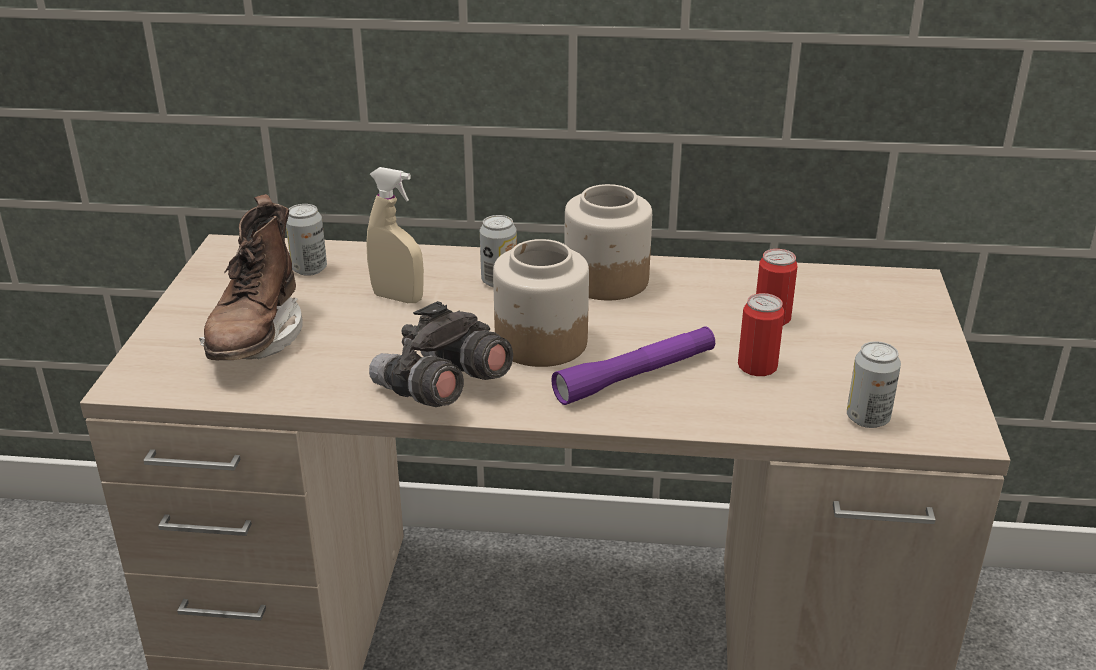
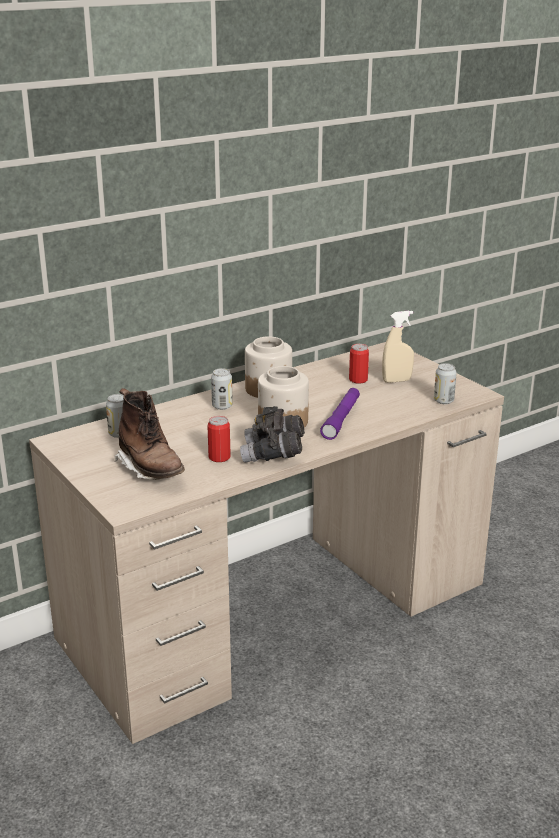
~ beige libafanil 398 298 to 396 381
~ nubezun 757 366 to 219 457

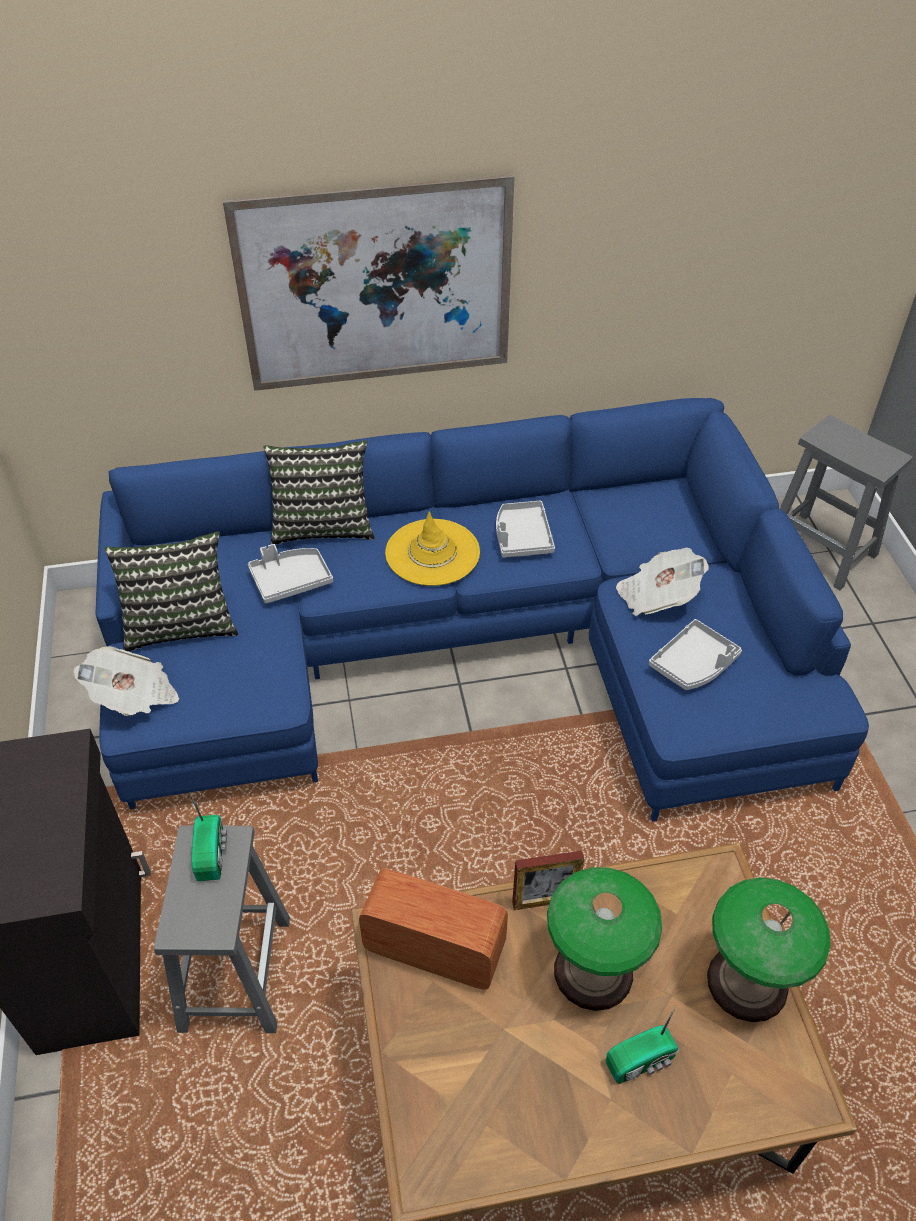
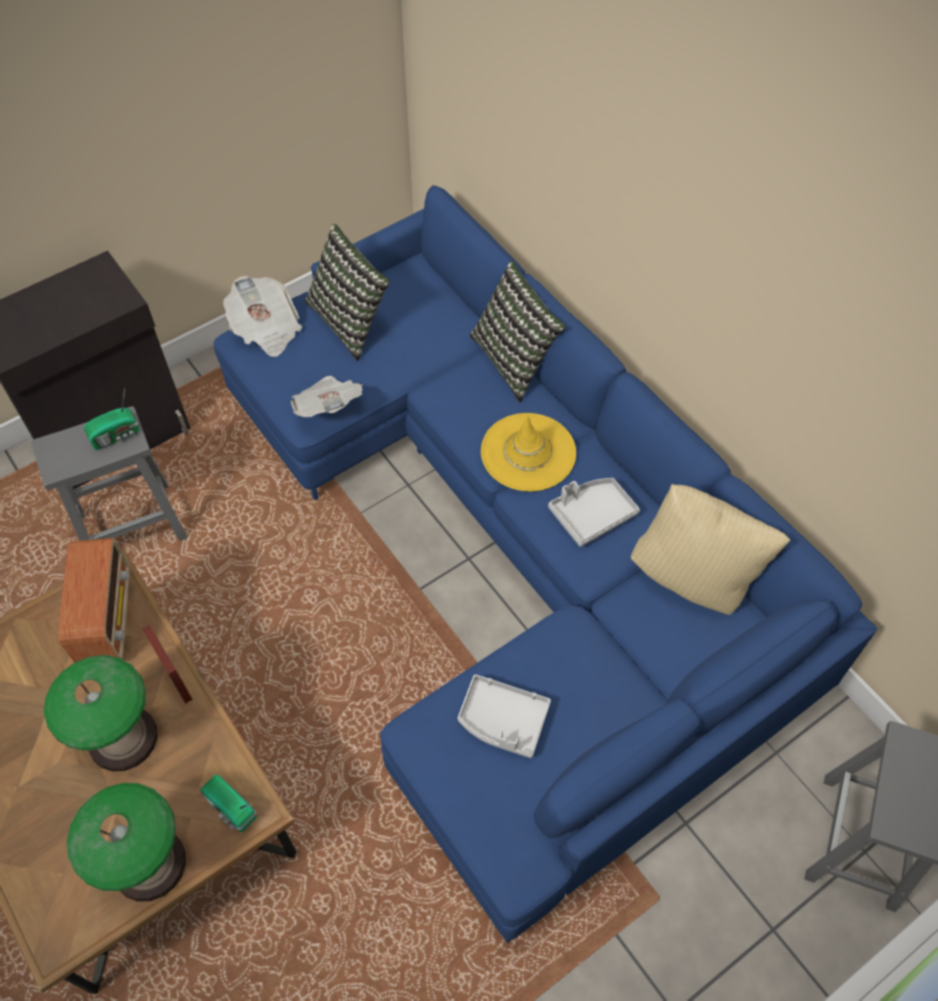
- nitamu 376 286
- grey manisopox 290 580
~ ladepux 642 1061 to 231 809
~ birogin 657 596 to 328 408
+ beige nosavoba 694 578

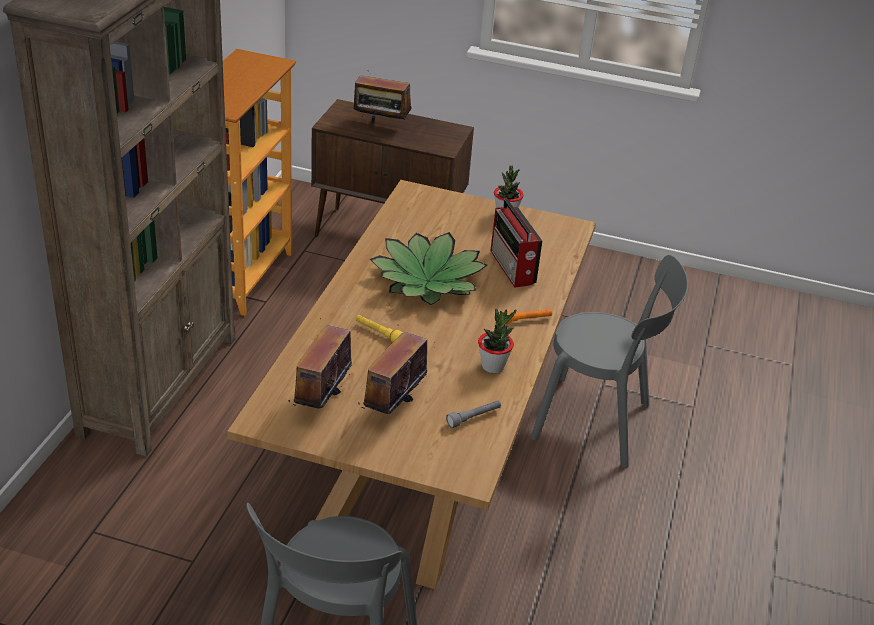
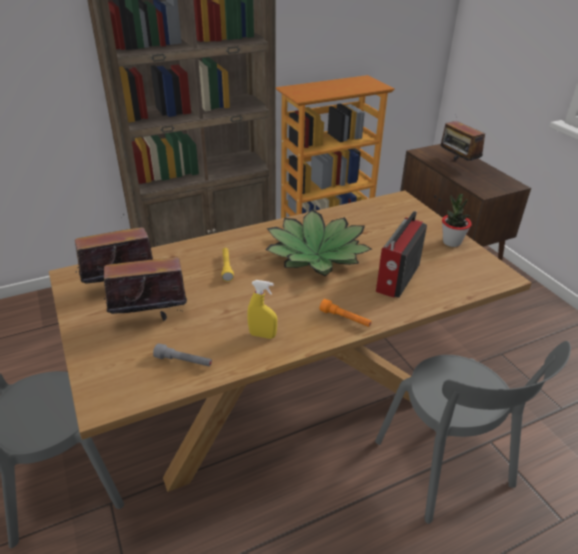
~ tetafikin 493 366 to yellow libafanil 262 335

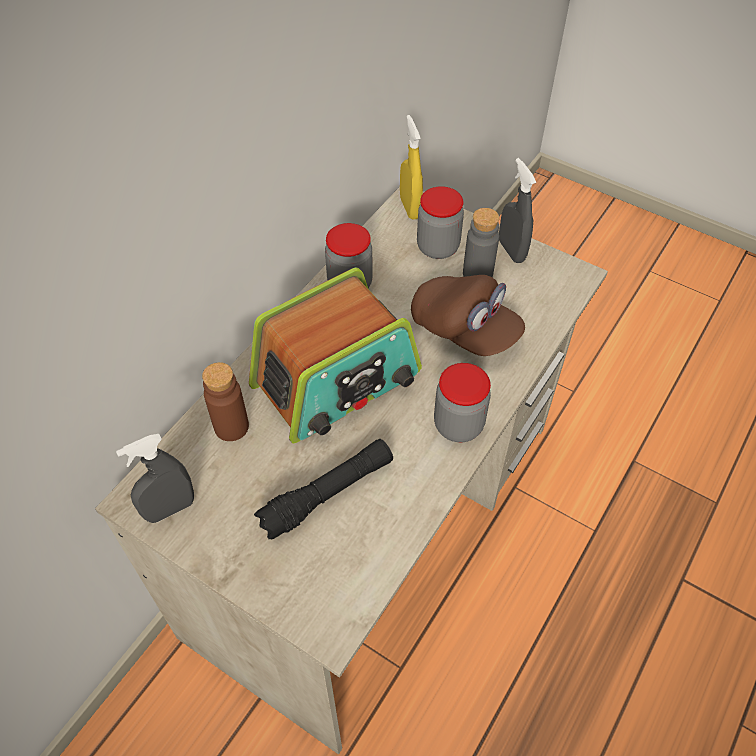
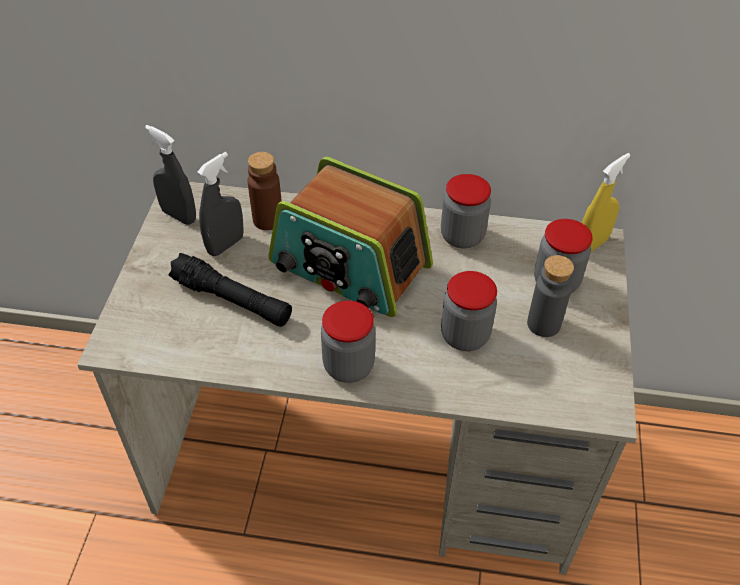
~ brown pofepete 464 329 to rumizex 465 336
~ grey libafanil 511 251 to 225 245

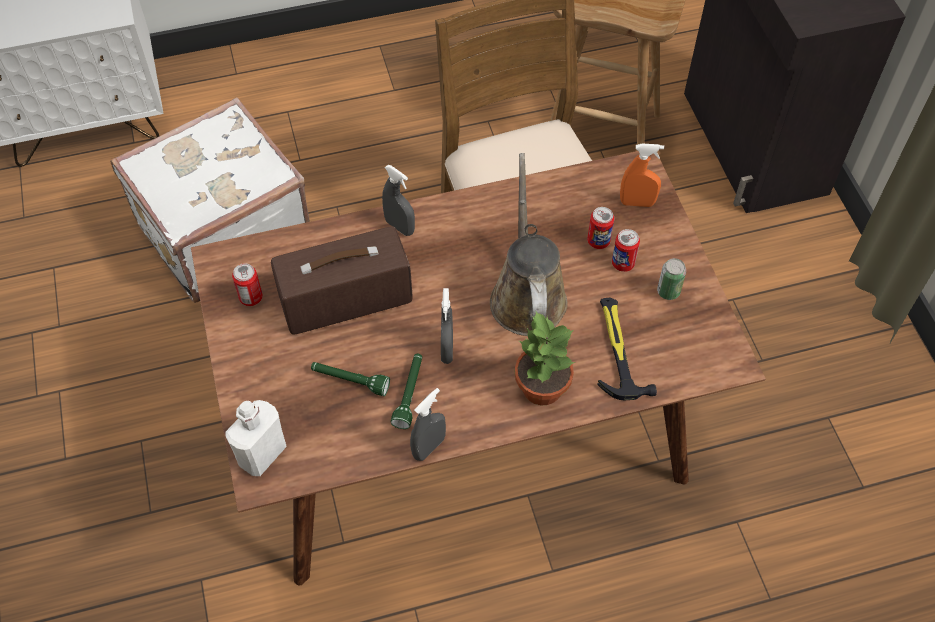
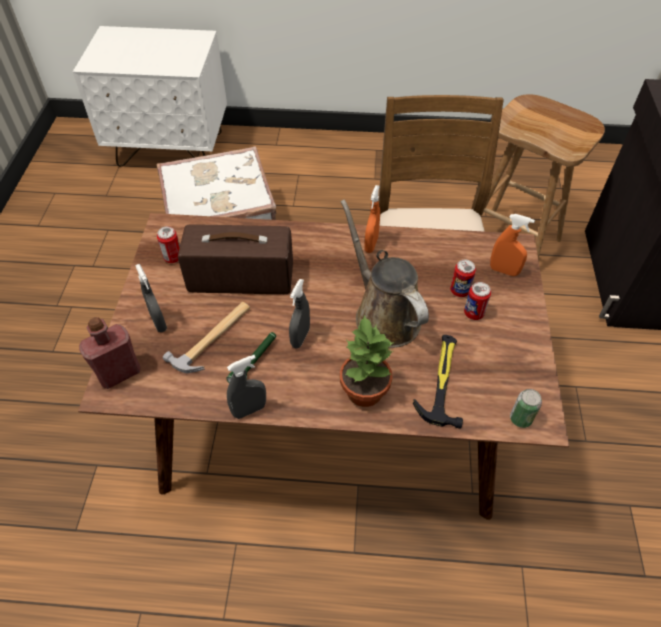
~ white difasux 262 454 to red difasux 119 373
~ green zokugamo 350 381 to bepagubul 213 338
~ grey libafanil 399 227 to 158 322
~ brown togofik 527 295 = 383 315 45 degrees counterclockwise
~ nubezun 668 291 to 520 418
+ orange libafanil 371 244

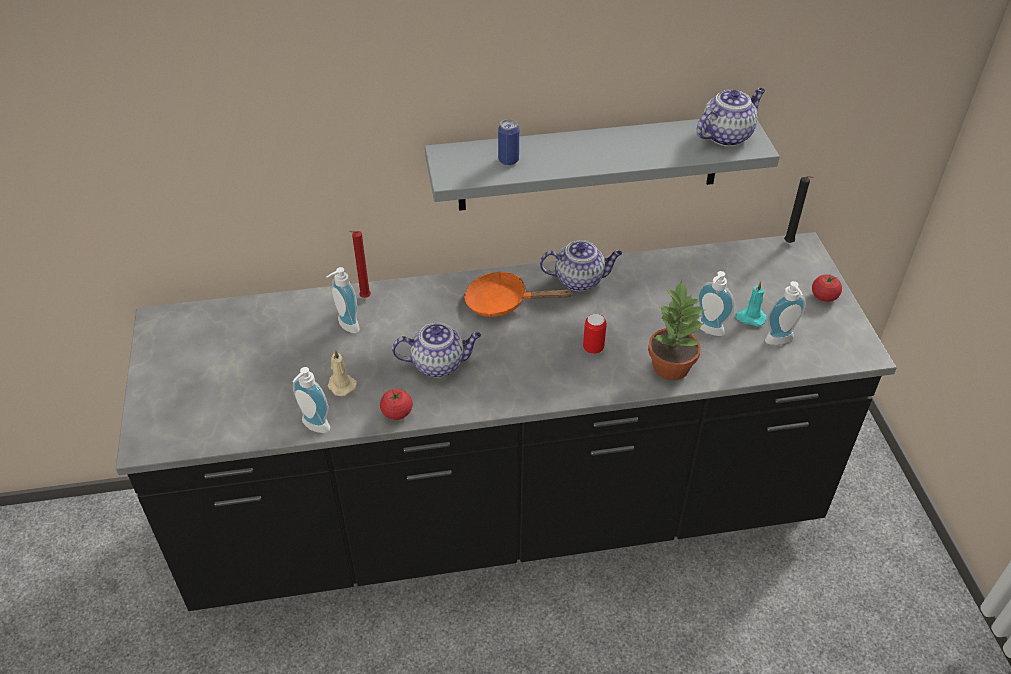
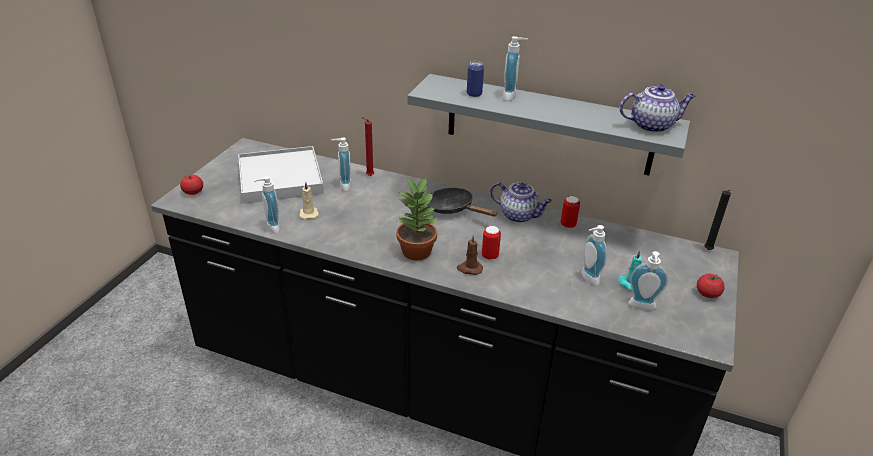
~ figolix 397 413 to 193 192
- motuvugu 439 364
~ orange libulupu 503 302 to black libulupu 453 209
~ tetafikin 670 366 to 416 251
+ white manisopox 280 178
+ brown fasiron 469 269
+ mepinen 512 96
+ nubezun 568 225

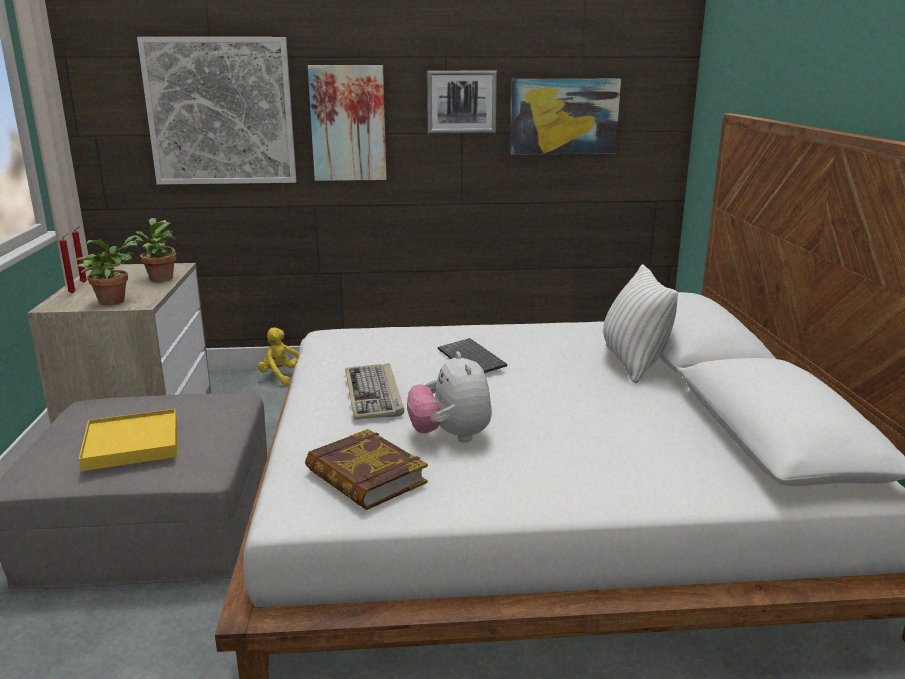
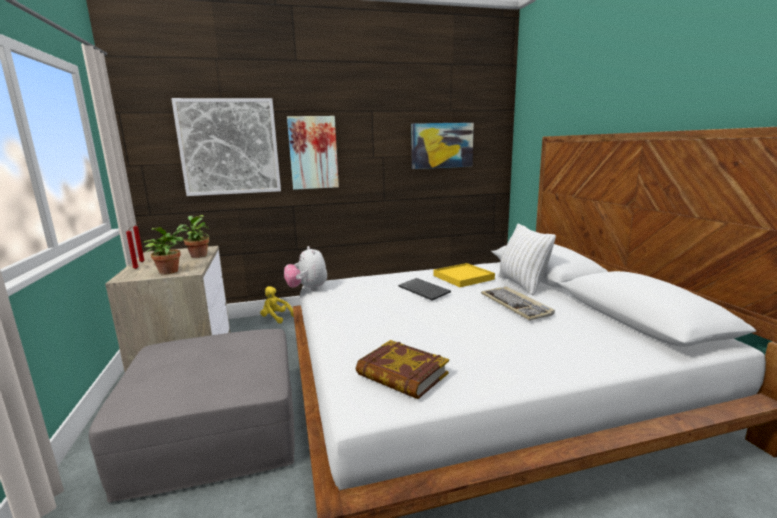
~ yellow manisopox 132 444 to 463 277
~ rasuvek 374 395 to 516 305
~ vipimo 451 436 to 307 289
- nitamu 461 102

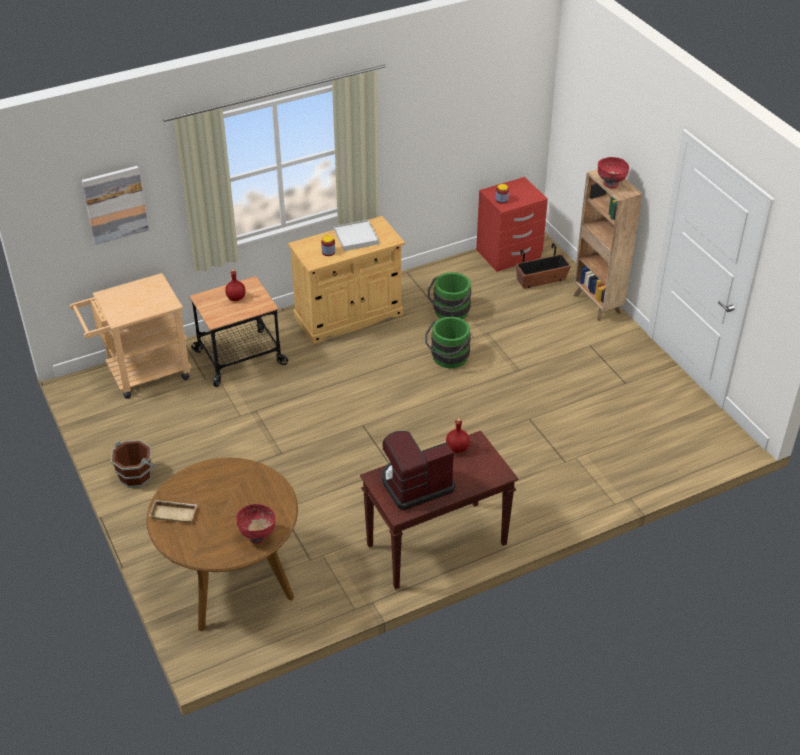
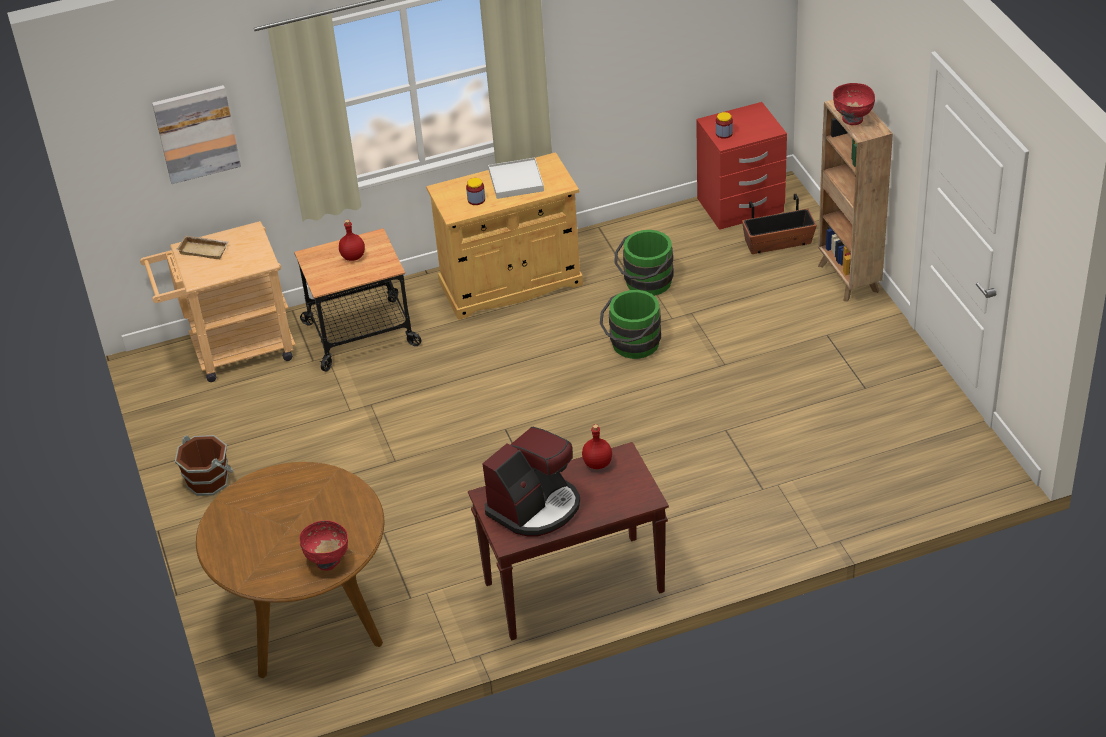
~ beige manisopox 174 513 to 204 250
~ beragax 415 484 = 535 507 150 degrees clockwise

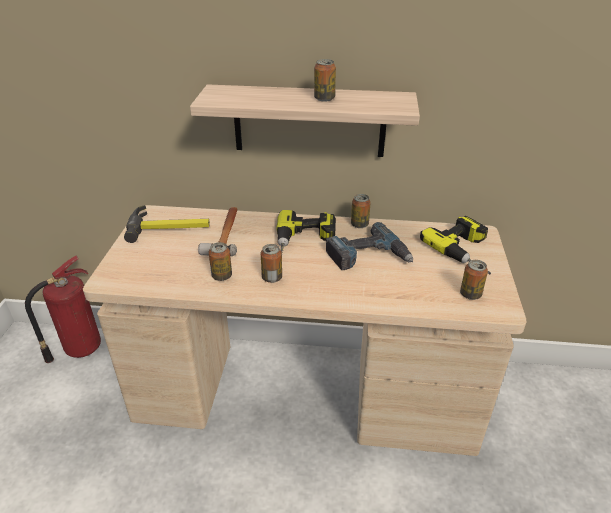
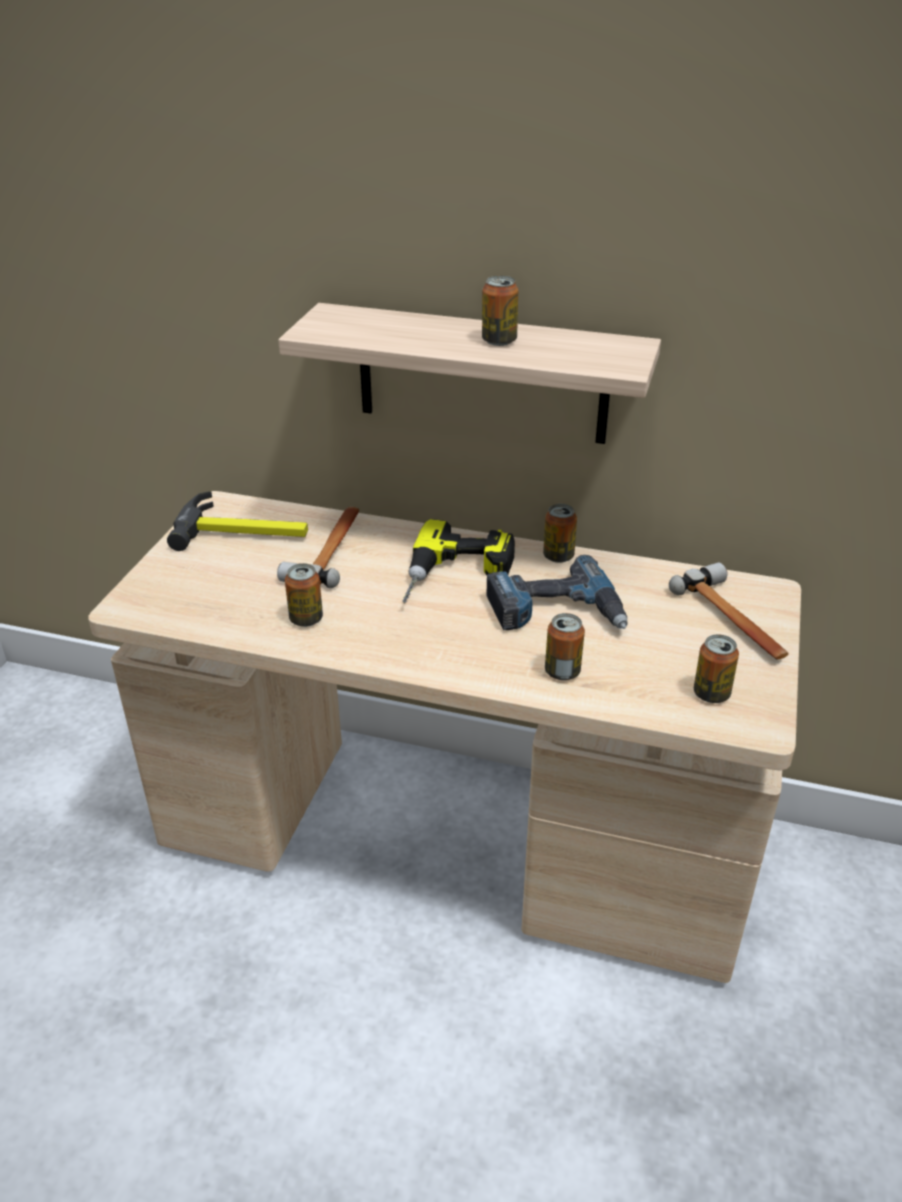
- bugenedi 80 348
~ nubezun 272 278 to 562 671
~ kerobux 468 251 to bepagubul 734 620

